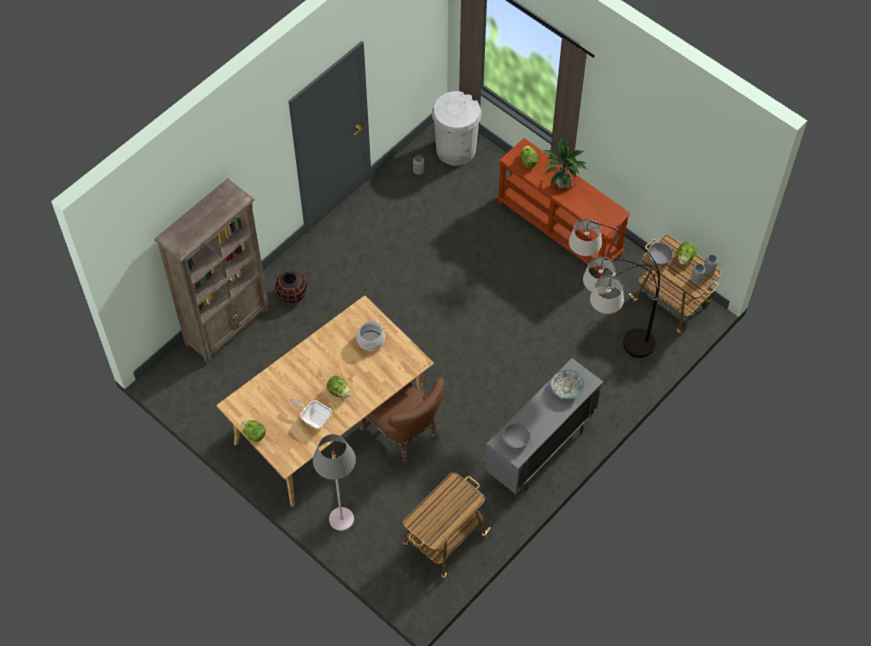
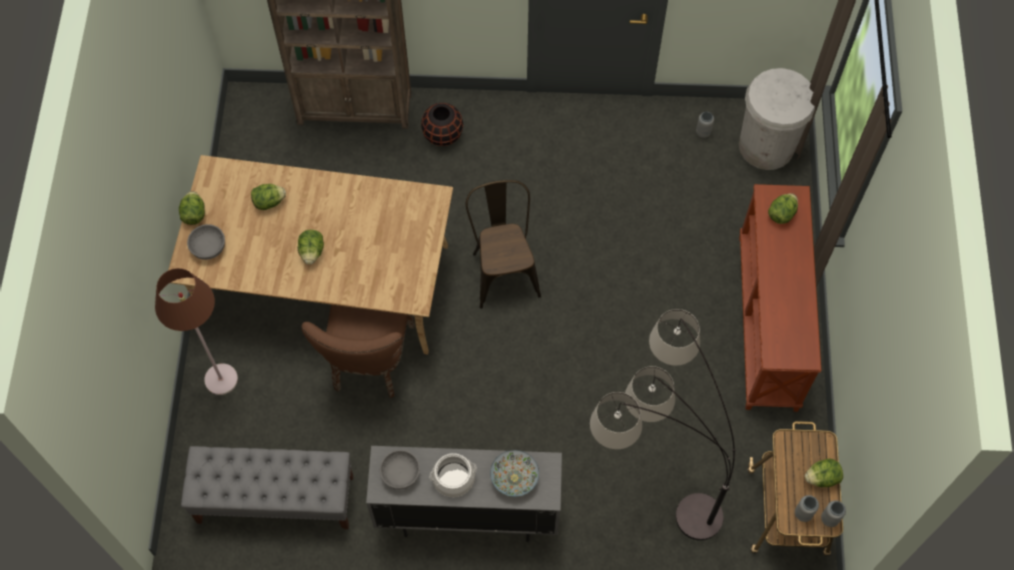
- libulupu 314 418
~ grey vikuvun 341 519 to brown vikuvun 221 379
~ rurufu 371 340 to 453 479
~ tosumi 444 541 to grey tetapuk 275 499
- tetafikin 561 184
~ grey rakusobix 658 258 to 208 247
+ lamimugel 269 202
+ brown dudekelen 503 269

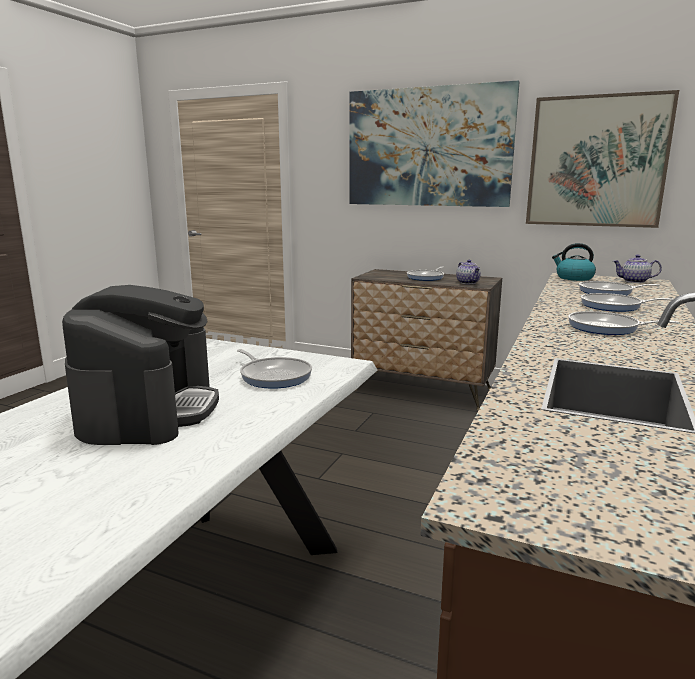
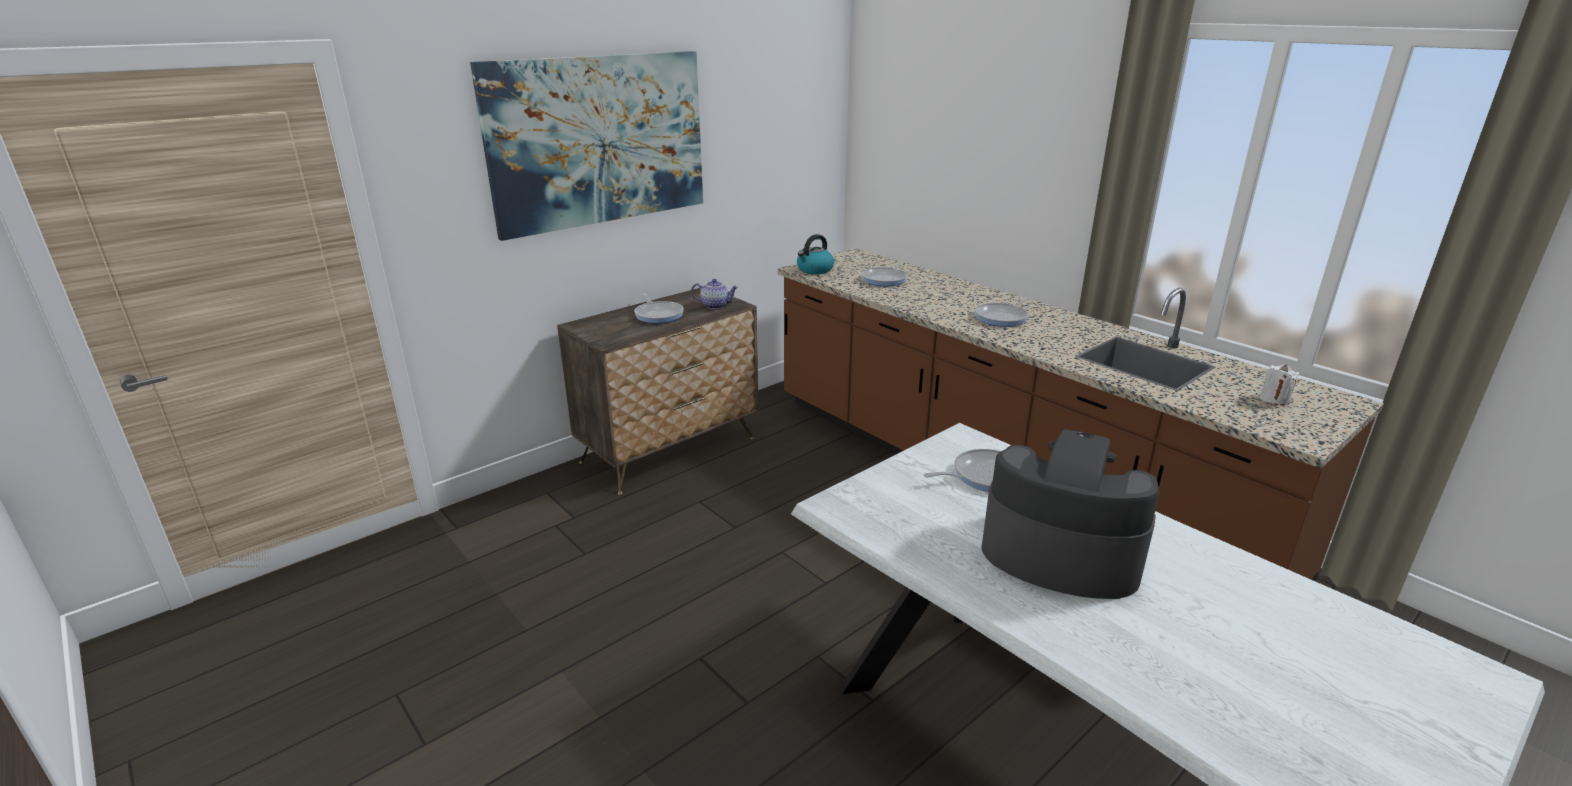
- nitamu 596 162
- libulupu 614 306
- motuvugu 634 281
+ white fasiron 1274 399

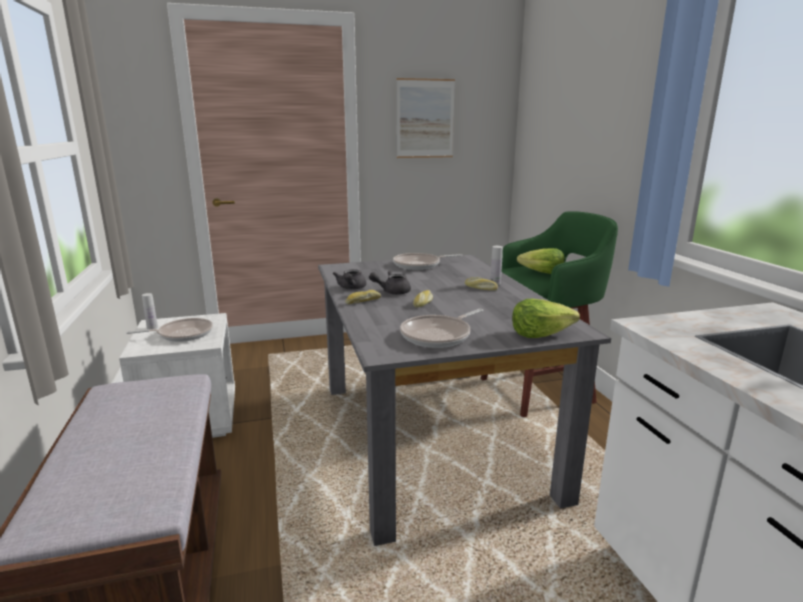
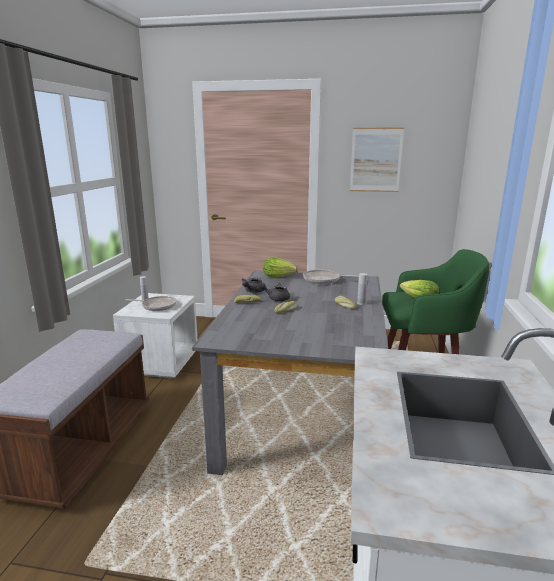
- libulupu 439 335
~ lamimugel 540 334 to 279 276

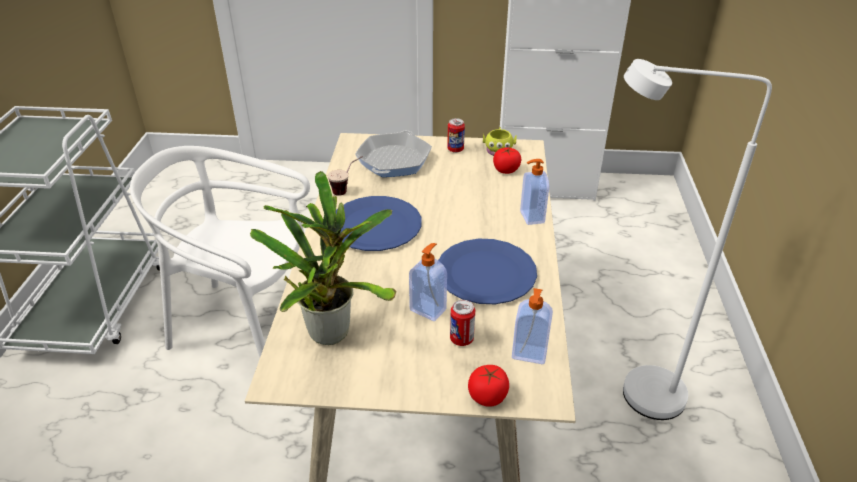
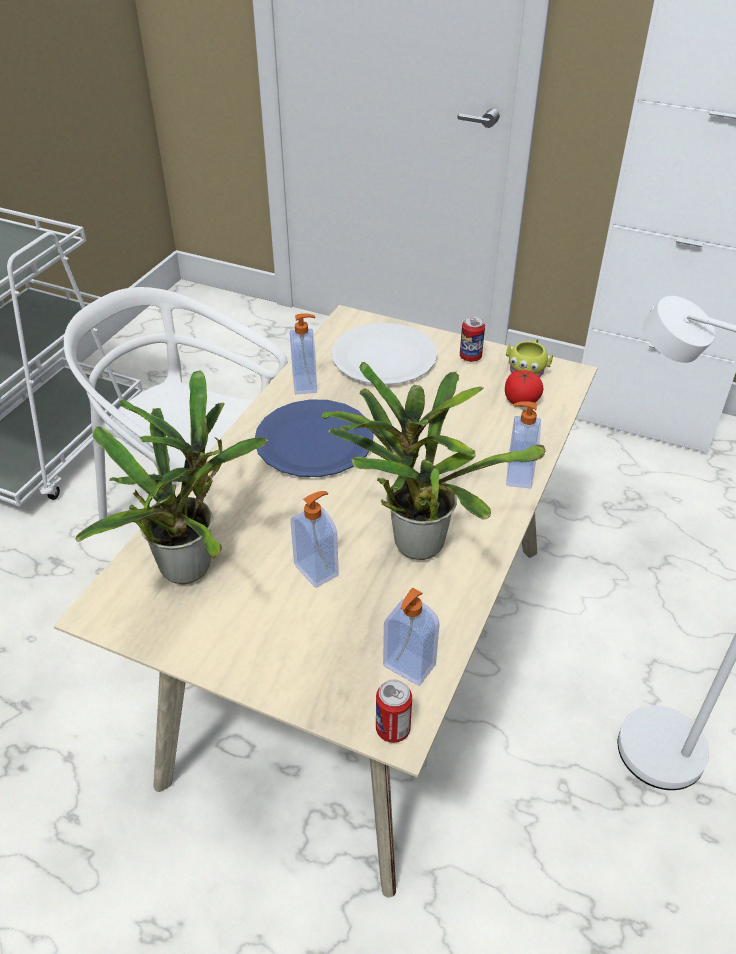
~ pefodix 347 190 to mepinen 306 384
~ libulupu 394 160 to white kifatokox 384 356
~ blue kifatokox 485 273 to tetafikin 414 540
~ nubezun 461 339 to 393 729
- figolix 487 396

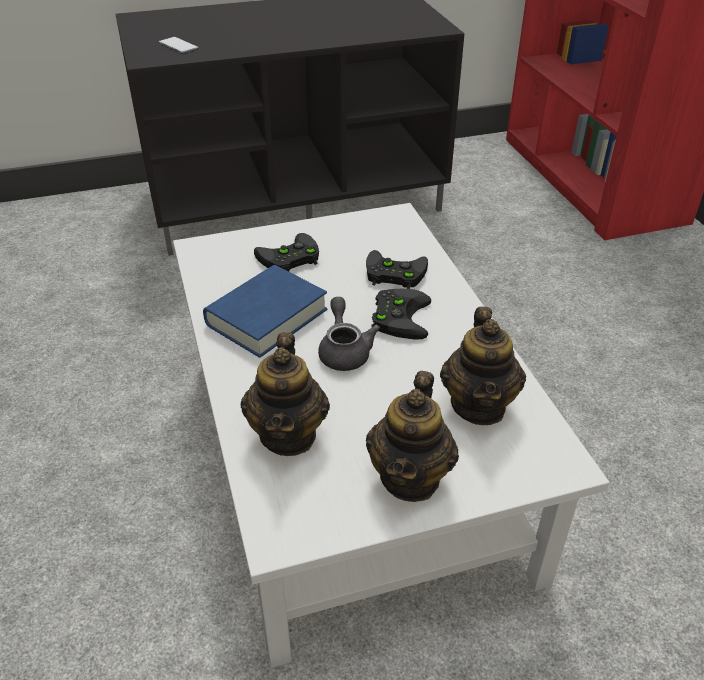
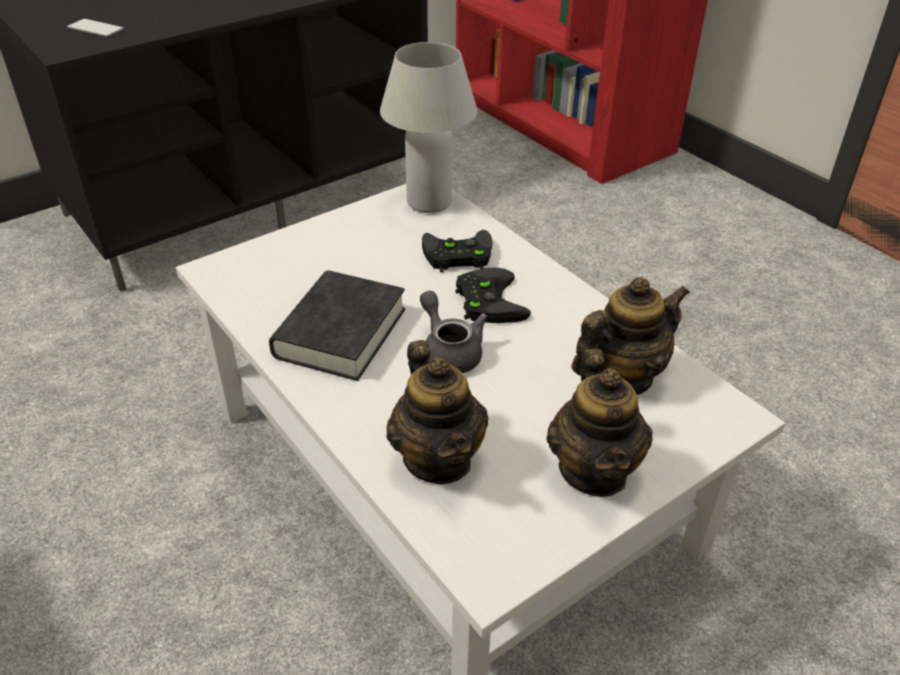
~ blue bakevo 267 317 to black bakevo 340 333
- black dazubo 288 259
~ motuvugu 479 405 = 621 376 105 degrees counterclockwise
+ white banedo 429 202

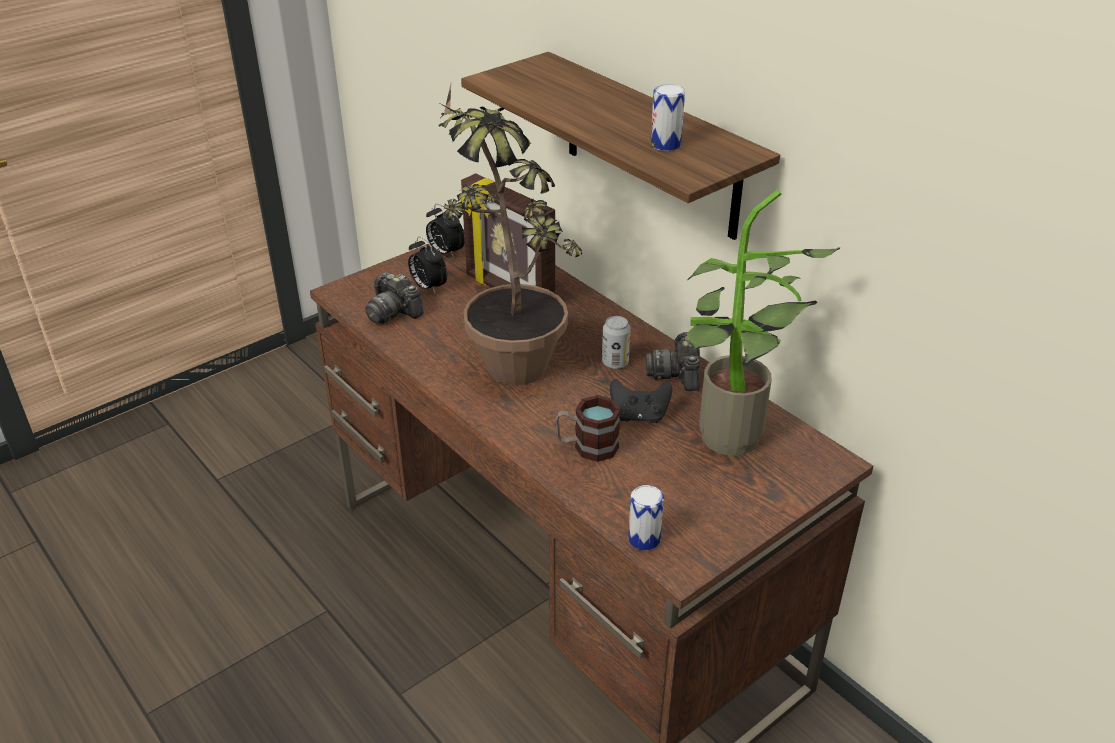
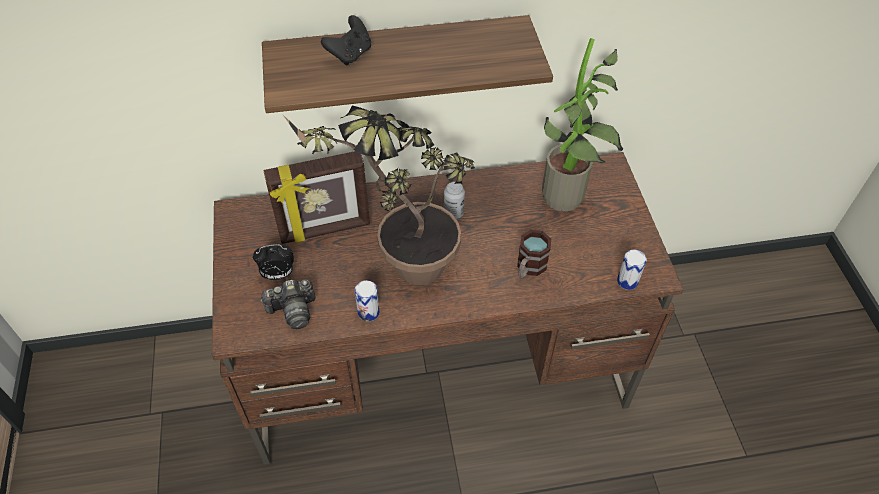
- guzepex 445 253
~ black dazubo 639 416 to 350 54
- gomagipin 676 374
~ nubezun 665 144 to 368 312

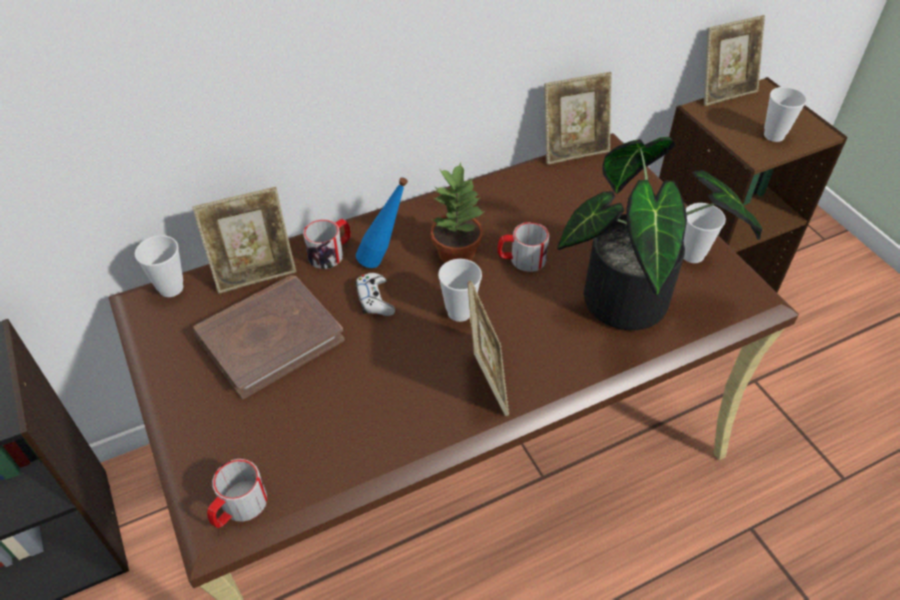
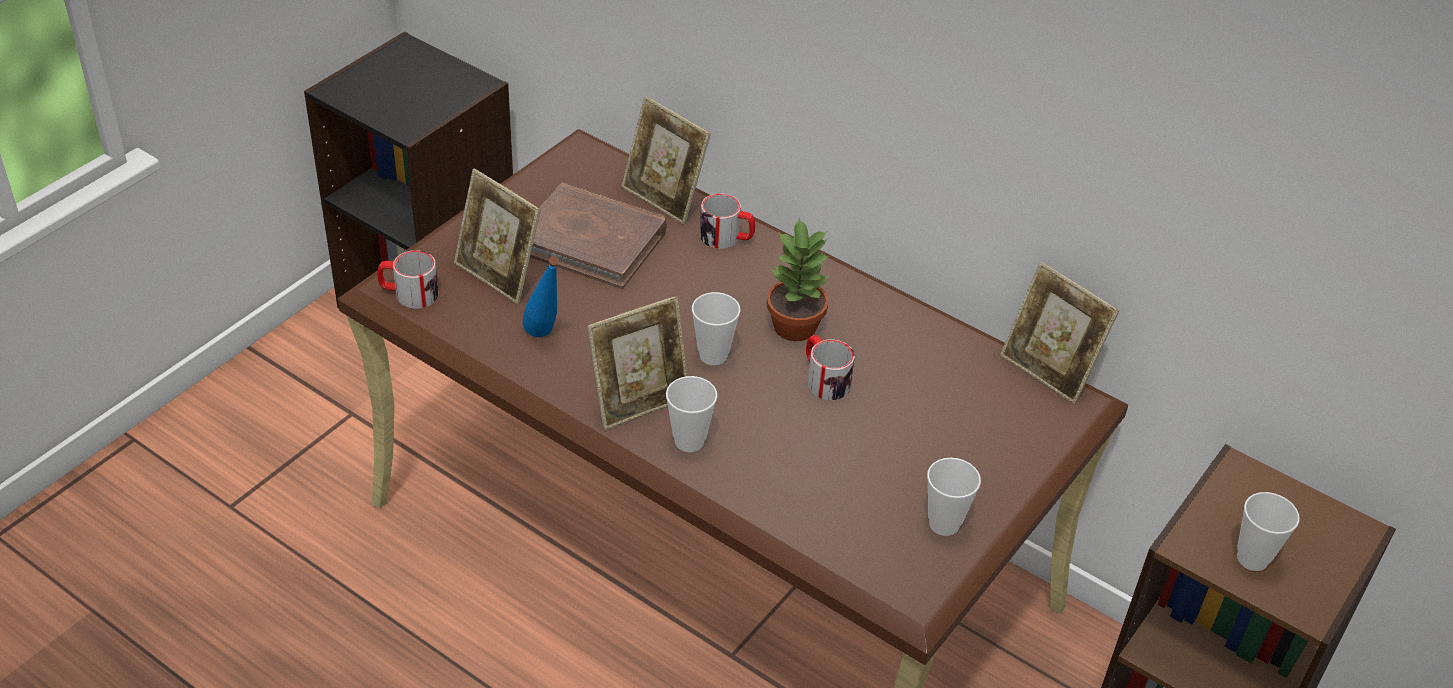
~ pefodix 171 288 to 689 441
- white dazubo 375 299
~ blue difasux 384 261 to 545 339
- tetafikin 635 304
~ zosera 724 92 to 498 276

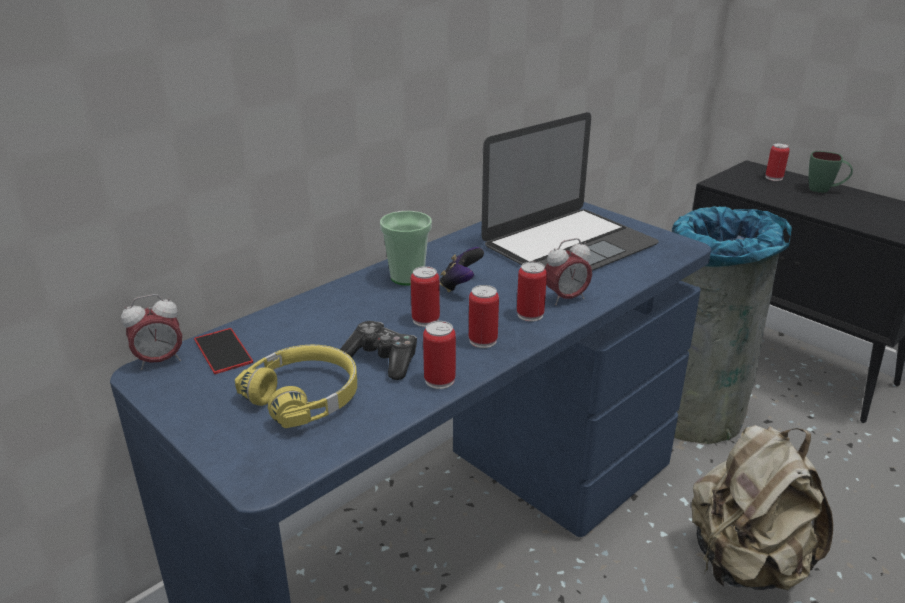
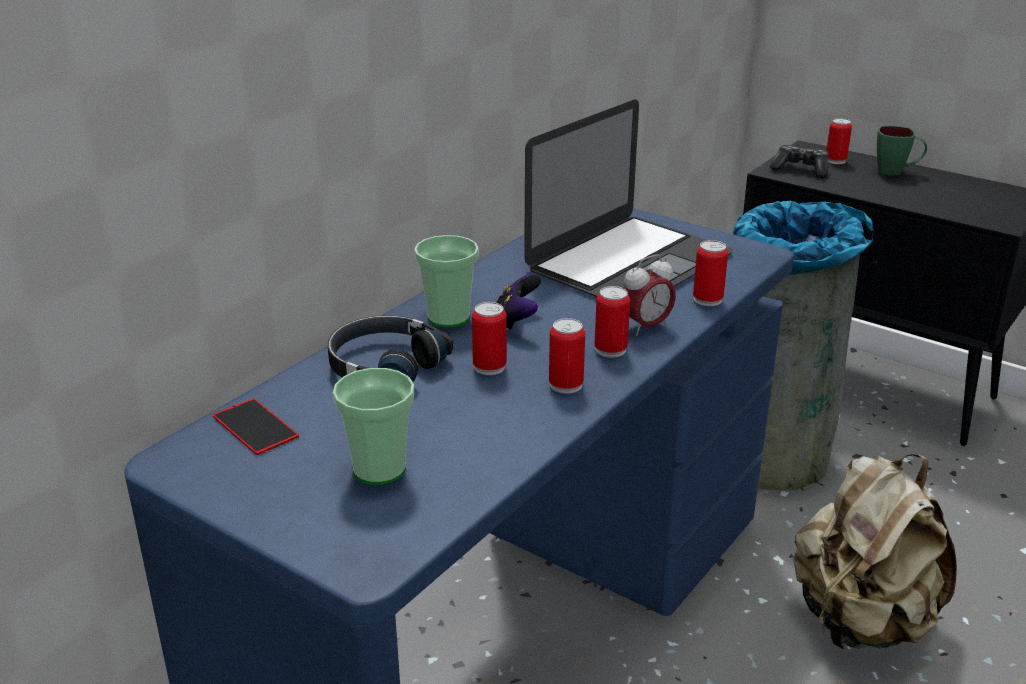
- guzepex 160 361
~ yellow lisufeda 305 396 to pefodix 379 469
~ dazubo 382 359 to 800 170
~ nubezun 439 380 to 707 299
+ black lisufeda 384 366

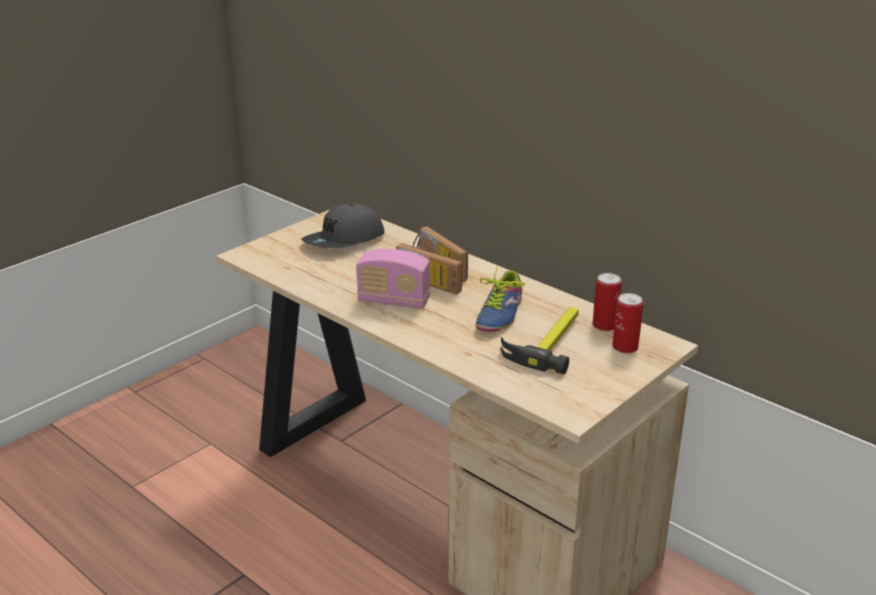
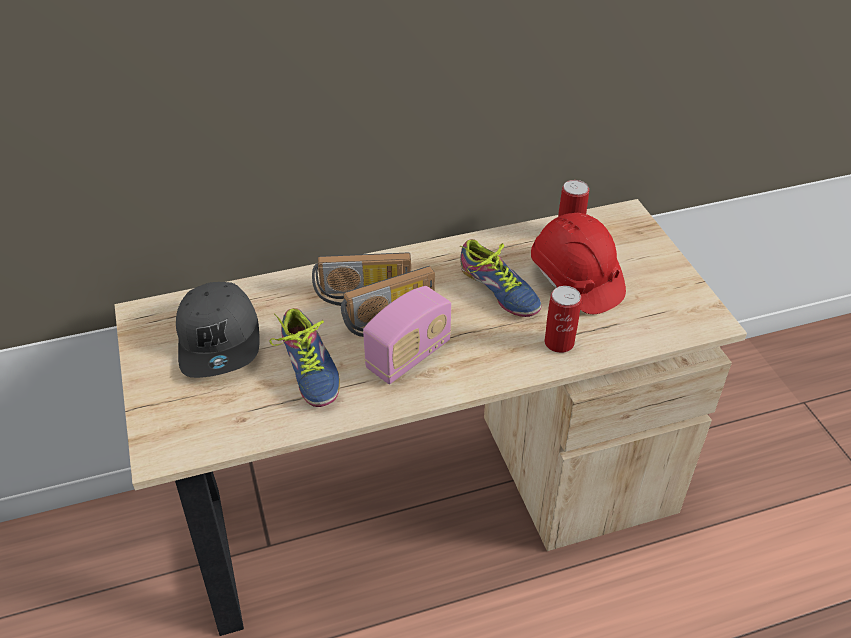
~ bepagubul 548 341 to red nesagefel 575 280
~ nubezun 625 347 to 559 343
+ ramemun 306 370

